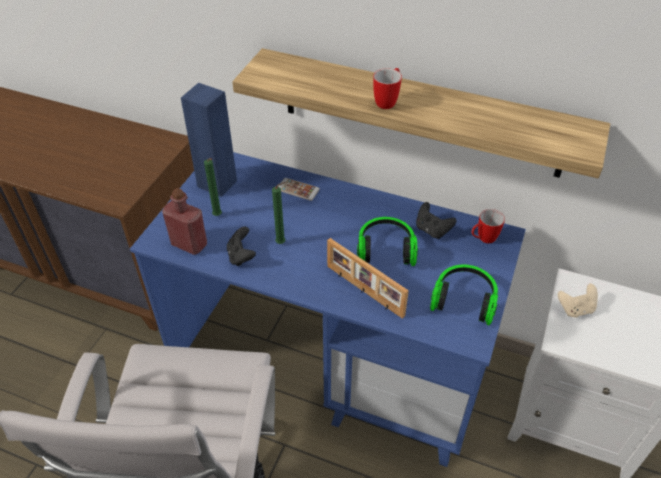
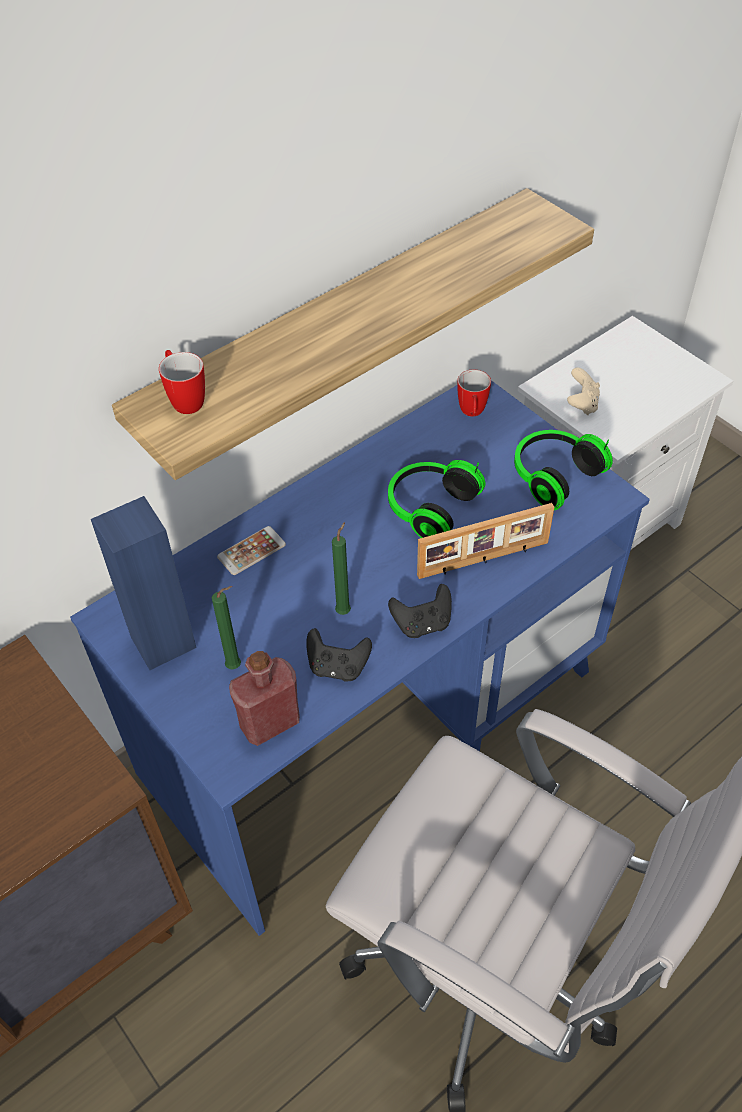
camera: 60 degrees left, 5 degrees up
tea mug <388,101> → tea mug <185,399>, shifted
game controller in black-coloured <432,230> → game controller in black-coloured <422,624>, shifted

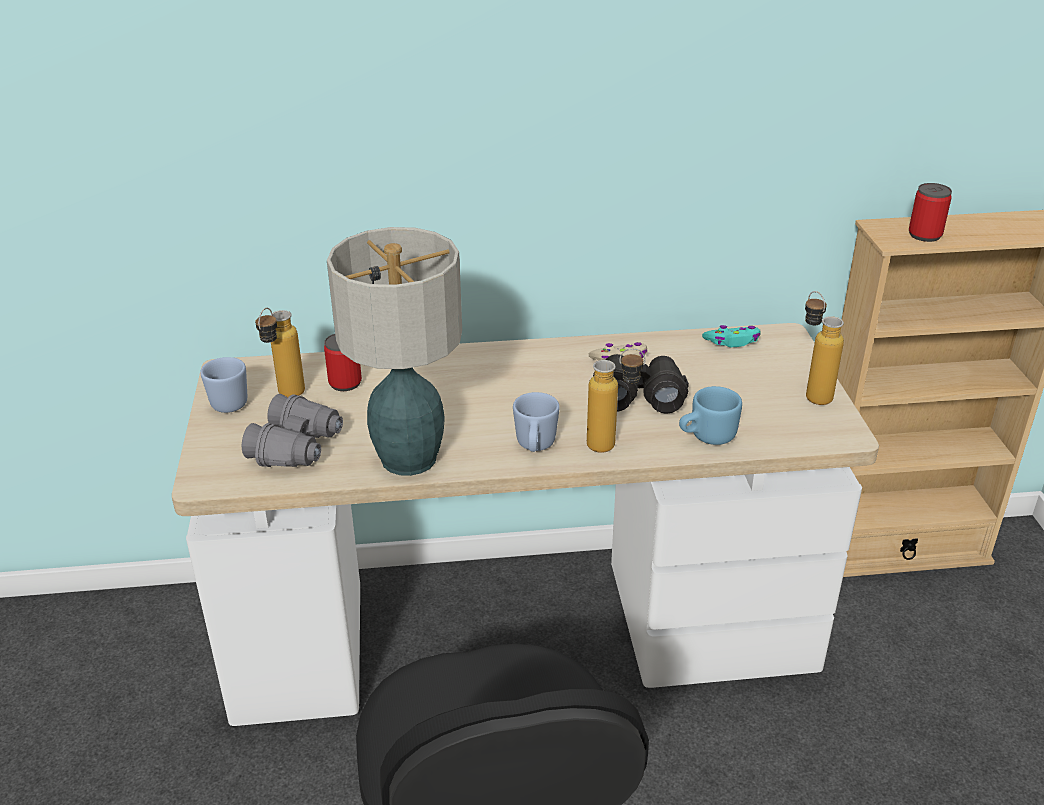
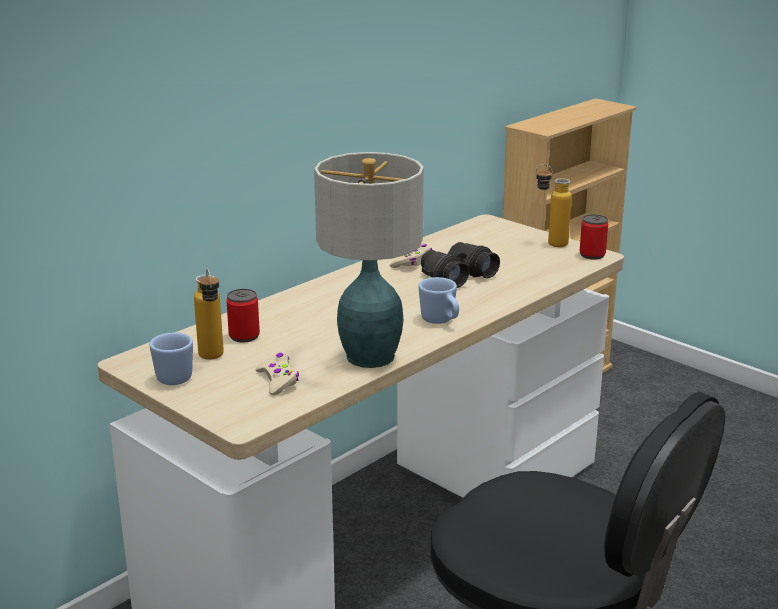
camera: 40 degrees left, 10 degrees down
bottle <612,446> → -
tea mug in bluish <706,437> → -
game controller in turquoise-coloured <732,341> → -
sealed can <925,235> → sealed can <592,255>, shifted
binoculars in greyish <298,447> → game controller in beige <278,380>

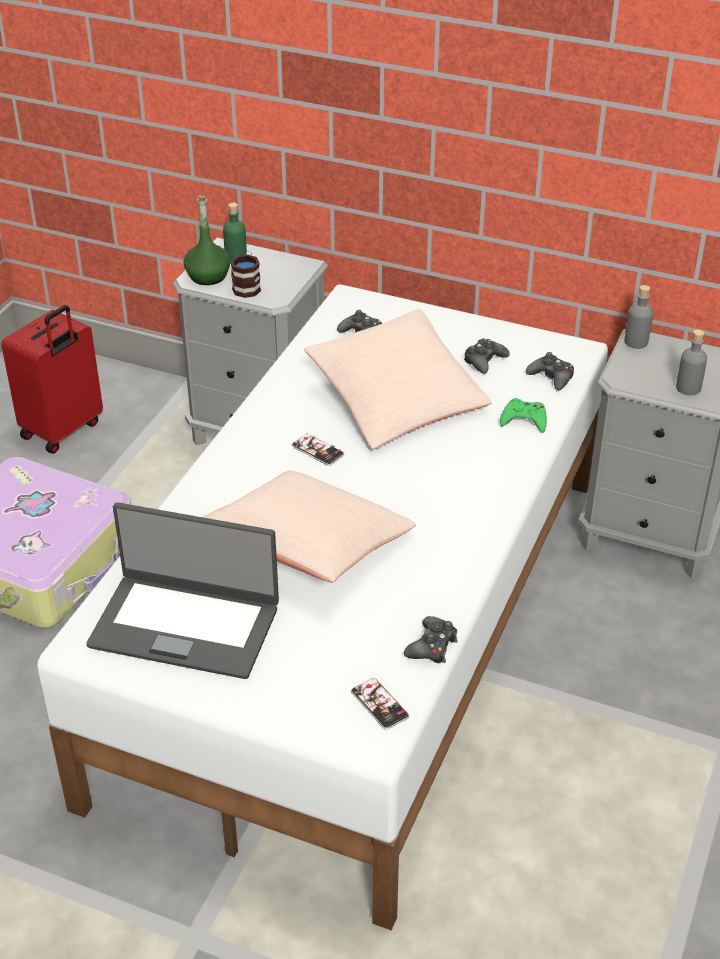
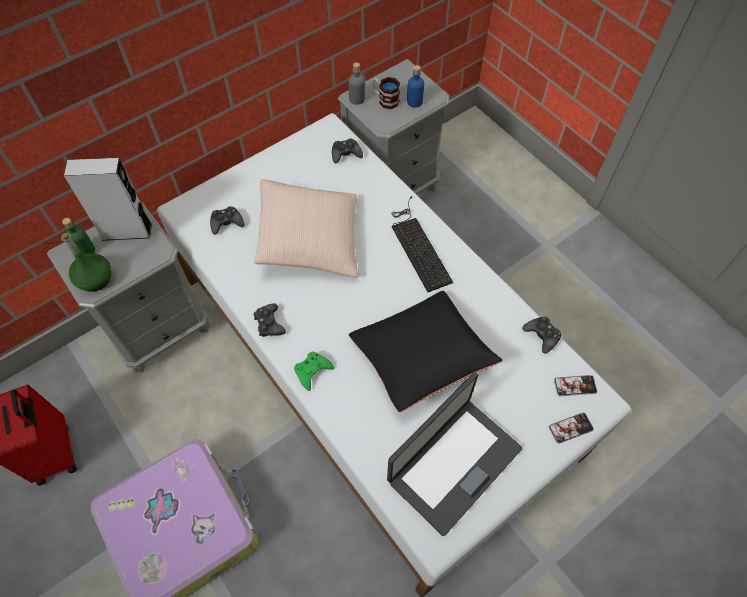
camera: 60 degrees left, 20 degrees up
- → speaker in greyish <127,231>
- → PC keyboard <418,245>
tea mug <247,286> → tea mug <385,100>, shifted
handset <317,450> → handset <570,428>, shifted
game controller in black-coloured <484,361> → game controller in black-coloured <269,323>, shifted
game controller in green-coloured <524,420> → game controller in green-coloured <312,371>, shifted
throw pillow in beige <310,547> → throw pillow in black-coloured <421,357>
bottle in greyish <688,388> → bottle in bluish <414,101>

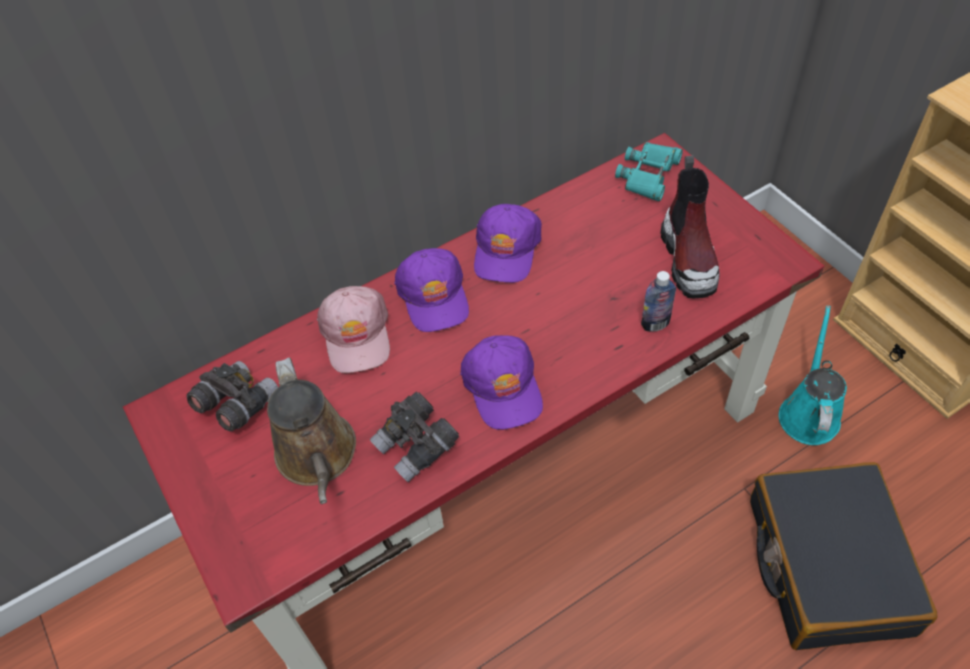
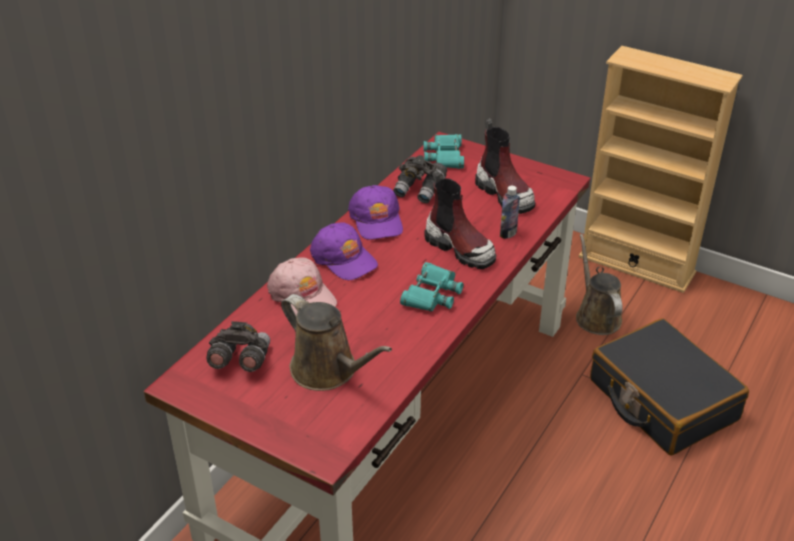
camera: 30 degrees left, 15 degrees down
- → boot <460,248>
binoculars in greyish <417,446> → binoculars in greyish <420,190>, shifted
peaked cap in purplish <503,386> → binoculars in turquoise-coloured <432,294>
sprinkling can in turquoise-coloured <809,412> → sprinkling can in brown <596,316>

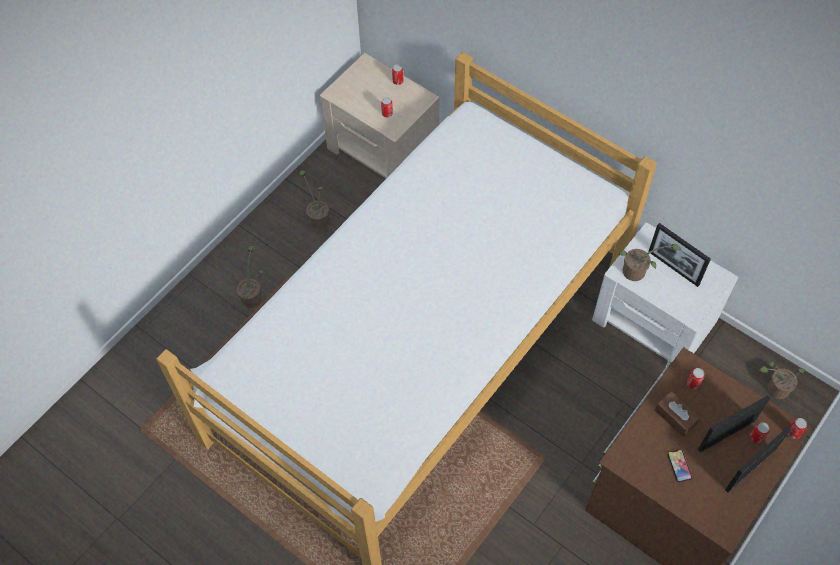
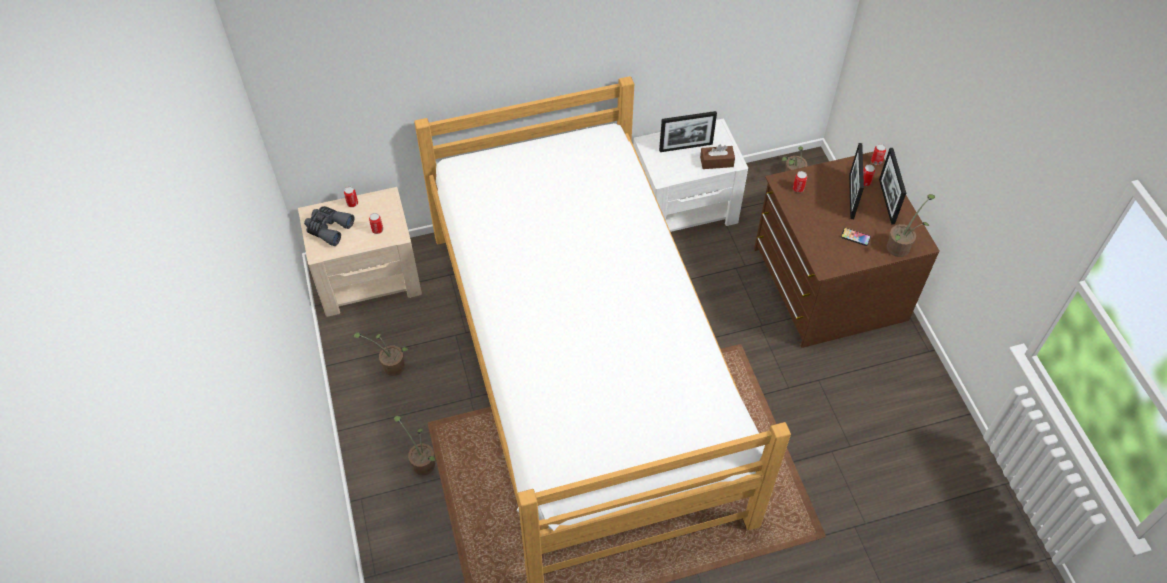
camera: 55 degrees left, 5 degrees down
- → binoculars in greyish <328,228>
houseplant <637,272> → houseplant <901,246>, shifted
tissue box in brown <675,417> → tissue box in brown <716,162>, shifted

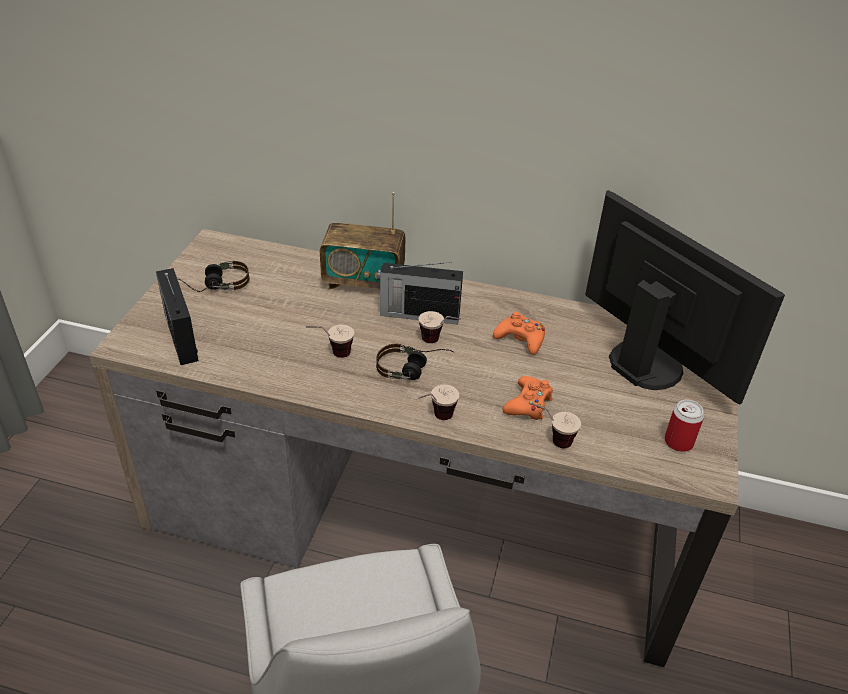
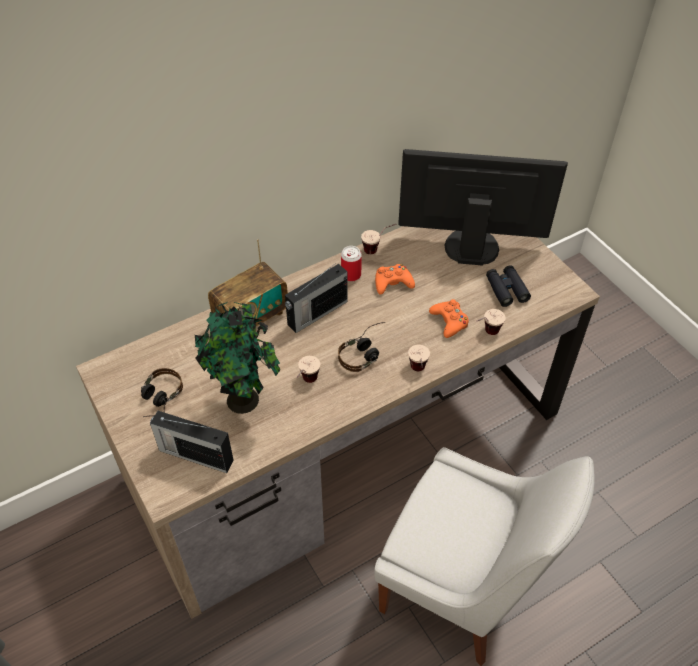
camera: 45 degrees left, 10 degrees up
- → houseplant <245,402>
- → binoculars in black-coloured <506,289>
small cup <438,342> → small cup <378,249>, shifted
sealed can <678,442> → sealed can <351,275>, shifted

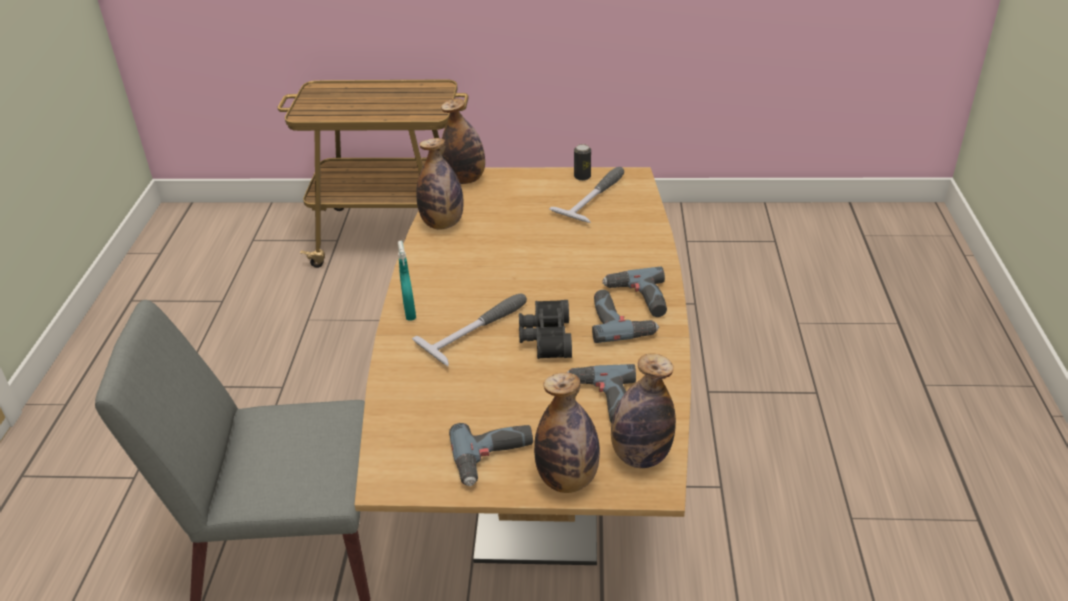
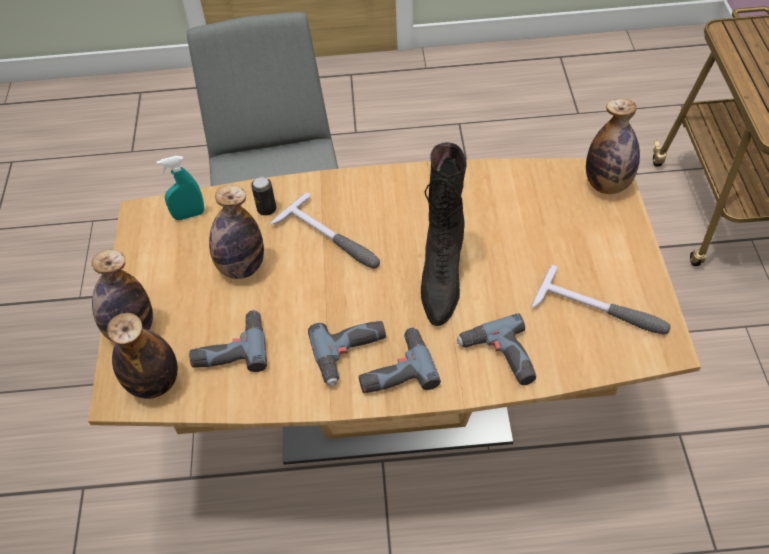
camera: 85 degrees right, 15 degrees up
binoculars in black-coloured <544,338> → -
- → boot in black-coloured <441,277>
hand sprayer in turquoise-coloured <410,312> → hand sprayer in turquoise-coloured <189,215>, shifted
bottle <442,224> → bottle <241,267>, shifted
drill <494,459> → drill <499,358>, shifted
sealed can <582,177> → sealed can <266,209>, shifted

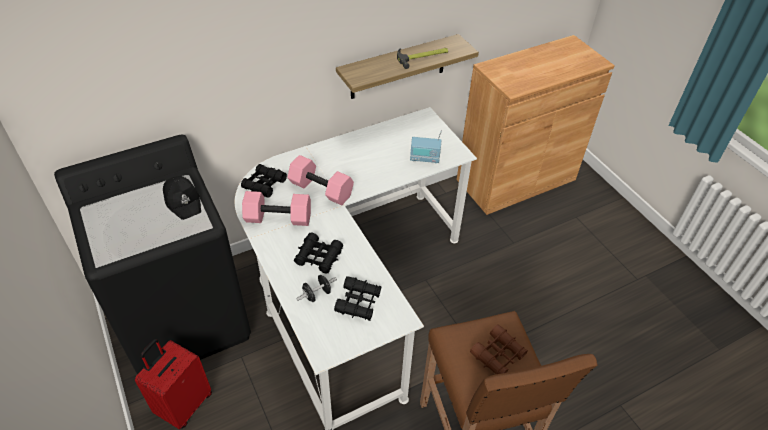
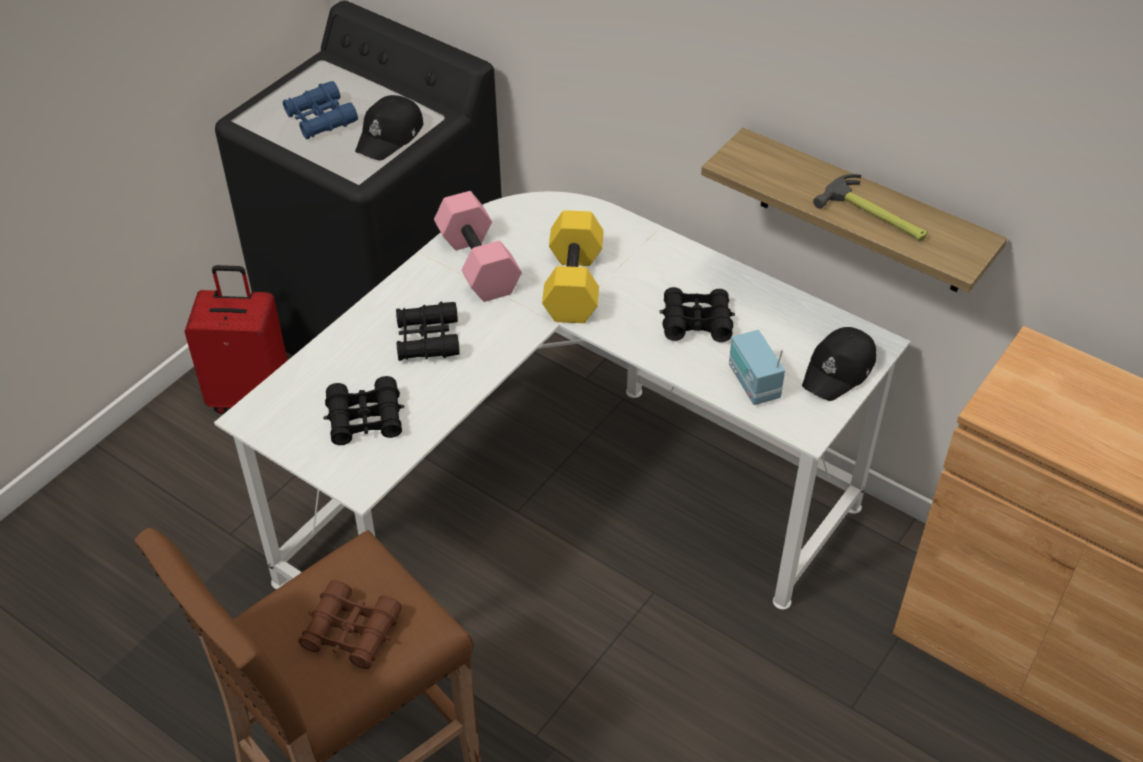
camera: 65 degrees right, 0 degrees up
free weight in black-coloured <317,294> → -
- → binoculars in bluish <320,119>
- → peaked cap in black-coloured <839,371>
binoculars in black-coloured <264,184> → binoculars in black-coloured <696,322>, shifted
free weight in pink-coloured <322,189> → free weight in yellow <575,285>

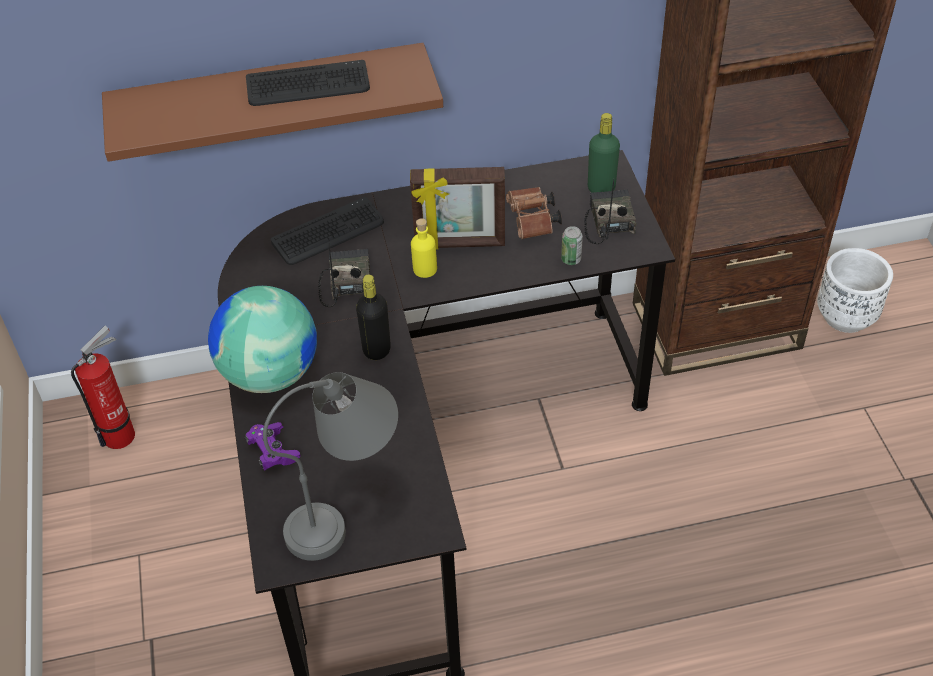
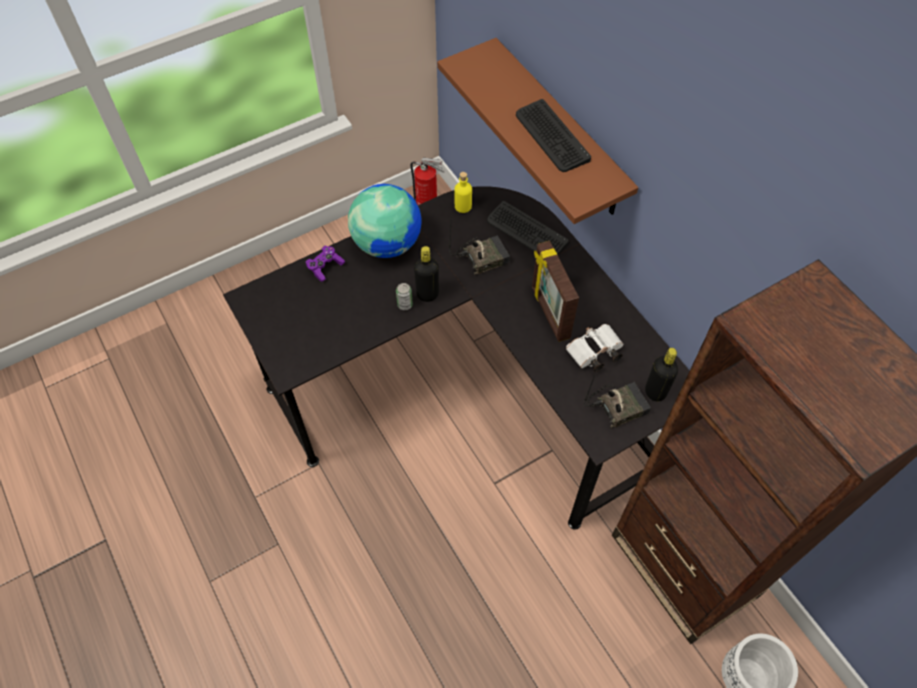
camera: 70 degrees right, 10 degrees up
table lamp in greyish <347,508> → -
bottle in yellow <425,269> → bottle in yellow <463,206>, shifted
sealed can <571,259> → sealed can <405,305>, shifted
binoculars in brown <533,222> → binoculars in whitish <593,354>
bottle in green-coloured <601,188> → bottle in black-coloured <655,392>

